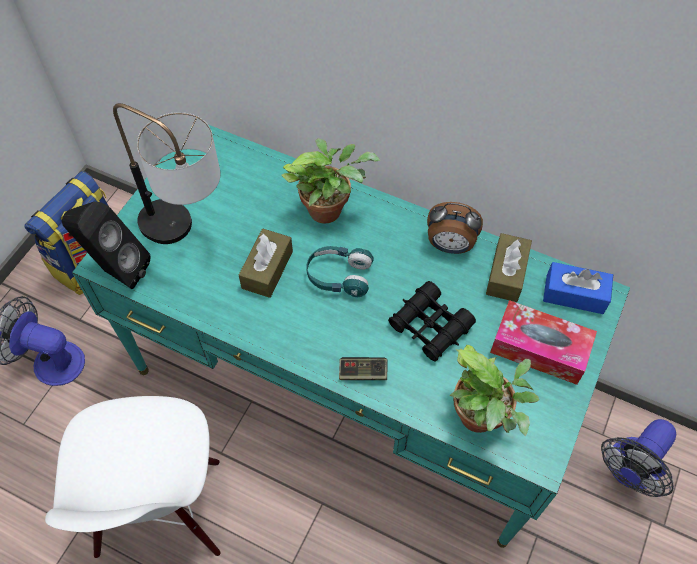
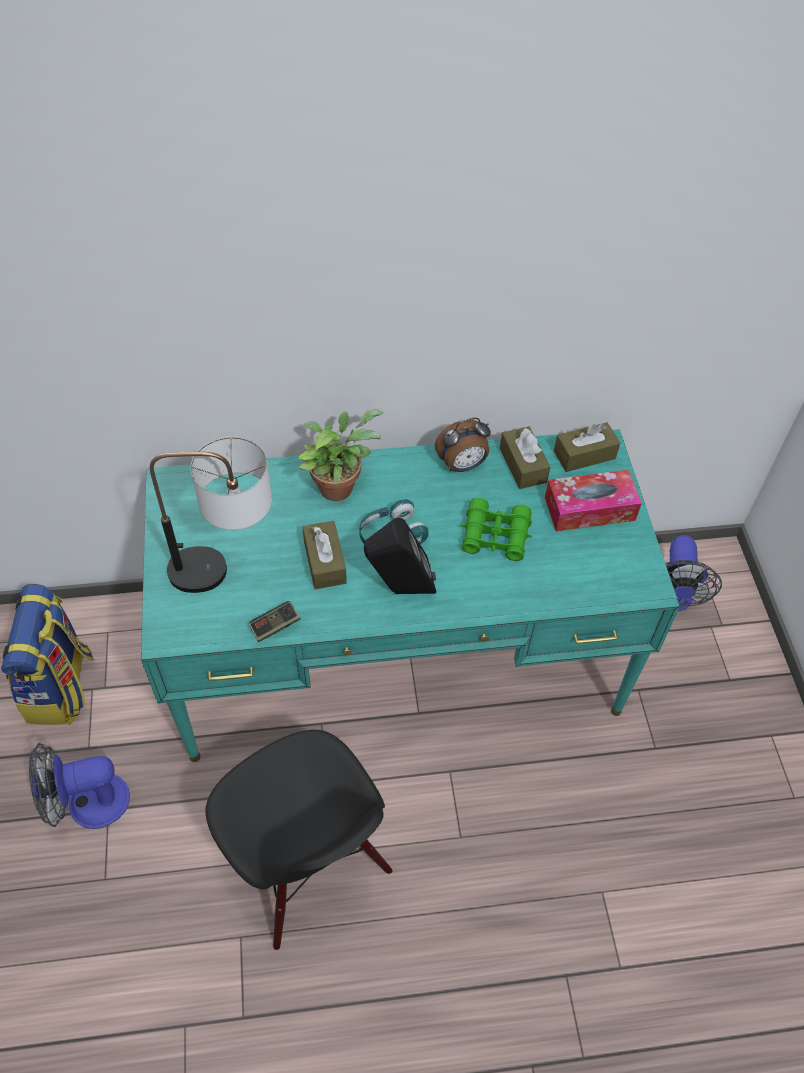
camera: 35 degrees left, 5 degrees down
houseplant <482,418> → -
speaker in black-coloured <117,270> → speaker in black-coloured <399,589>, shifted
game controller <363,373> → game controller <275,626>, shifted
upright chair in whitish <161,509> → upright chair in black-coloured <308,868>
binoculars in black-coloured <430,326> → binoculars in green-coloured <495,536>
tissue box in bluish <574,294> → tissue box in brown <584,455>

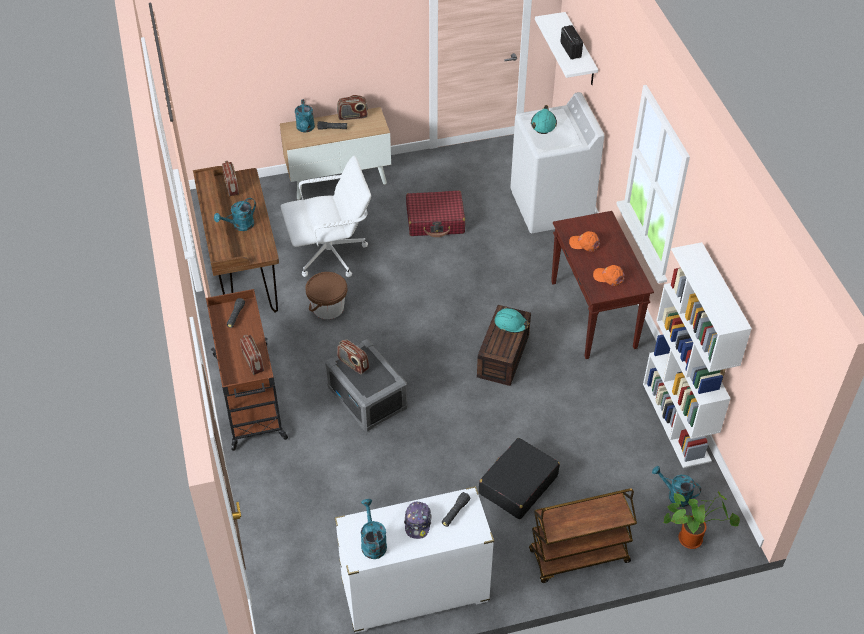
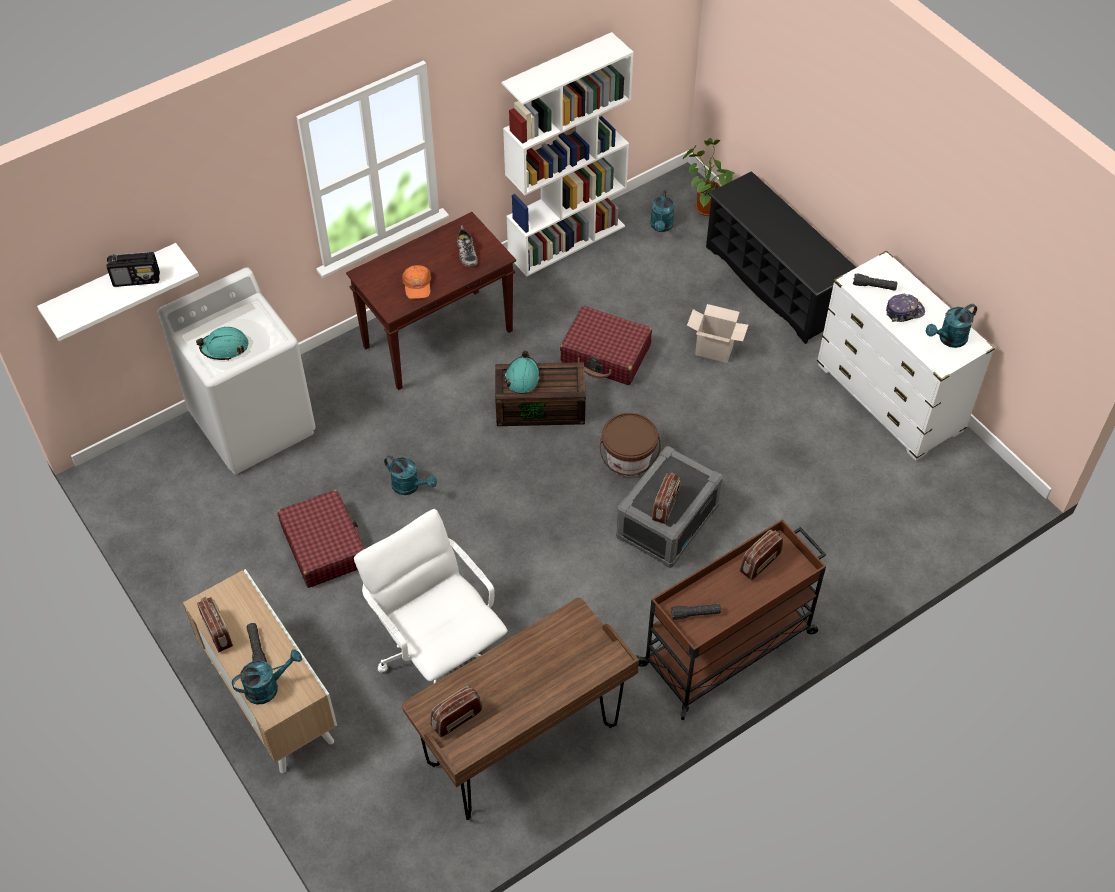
camera: 110 degrees left, 5 degrees up
- → travel case in red <605,354>
sprinkling can in turquoise-coloured <240,226> → sprinkling can in turquoise-coloured <410,486>, shifted
bucket in brown <328,307> → bucket in brown <628,459>, shifted
travel case in black-coloured <518,485> → cardboard box <715,349>
trolley in brown <578,557> → shoe shelf in black-coloured <774,283>
peaked cap in orangey <608,277> → shoe <466,252>
radio set <570,50> → radio set <137,279>, 150 degrees counterclockwise

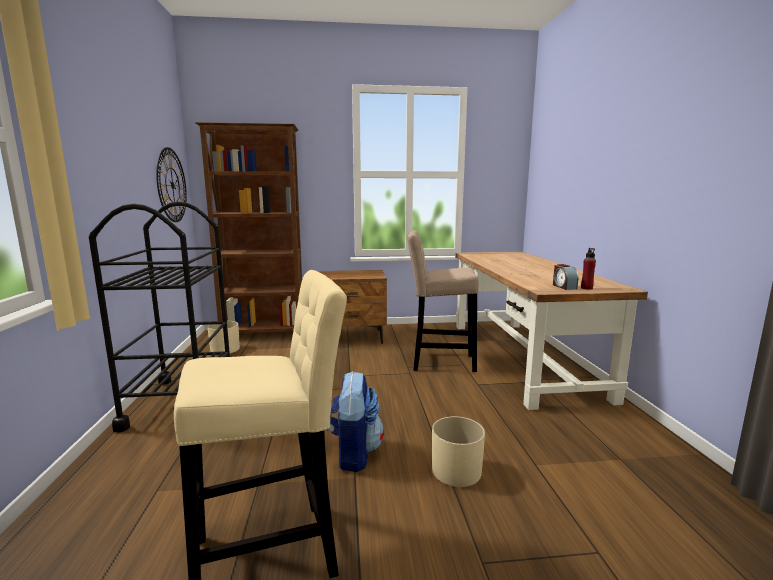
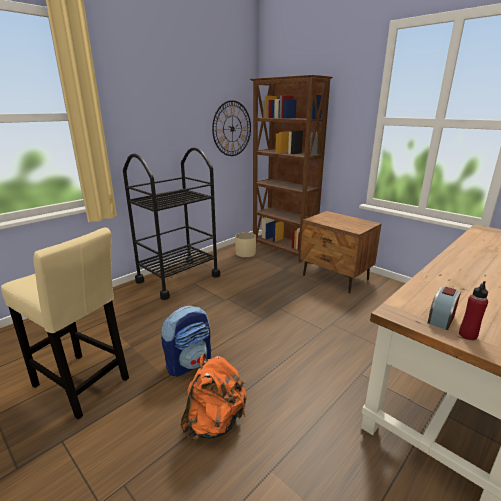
camera: 50 degrees right, 10 degrees up
stool seat in beige <439,362> → -
planter in beige <456,471> → knapsack in orangey <215,422>

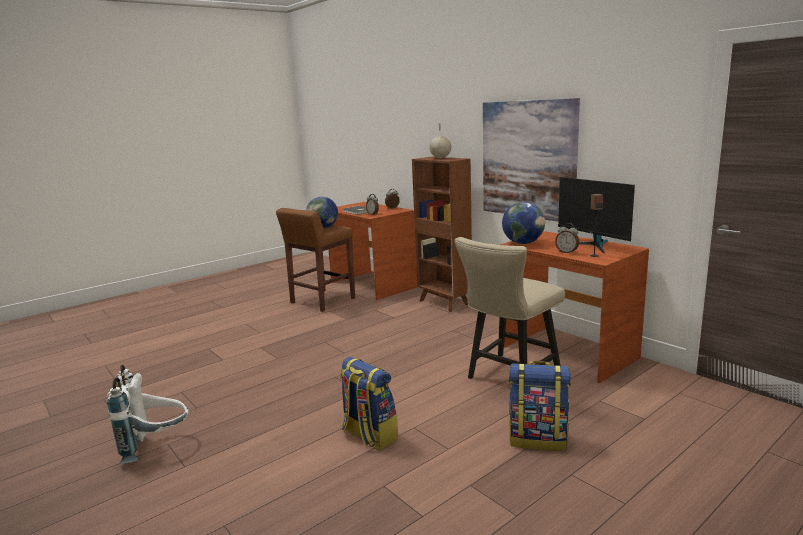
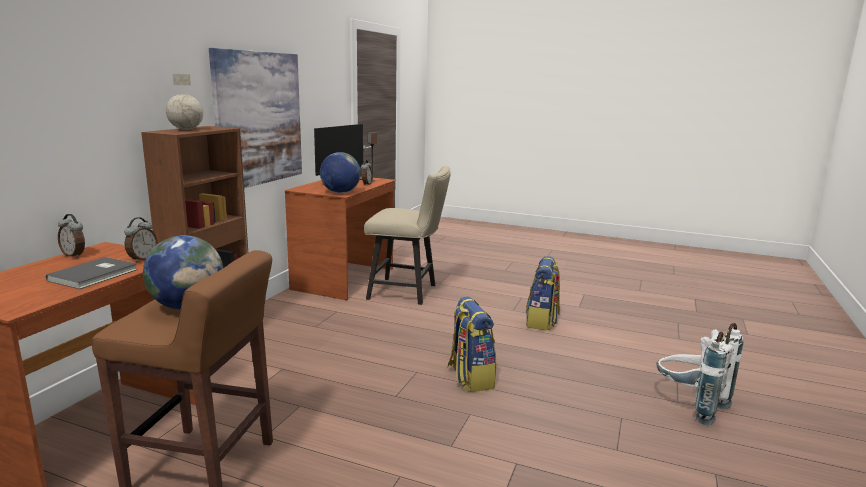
camera: 120 degrees left, 0 degrees up
knapsack <538,439> → knapsack <470,377>, shifted

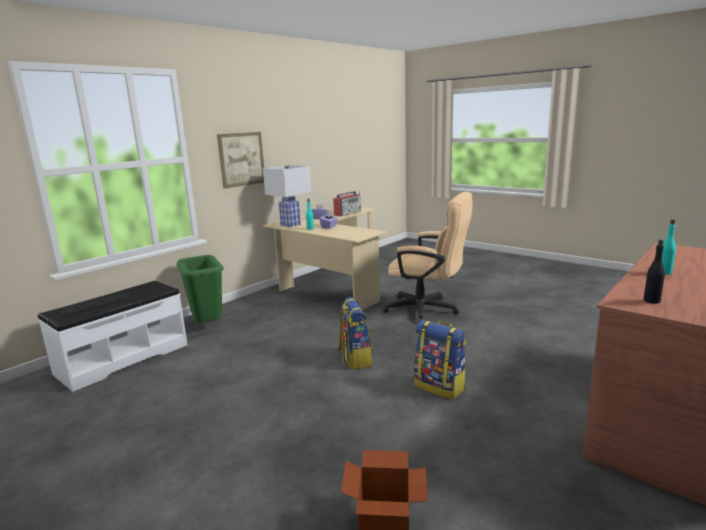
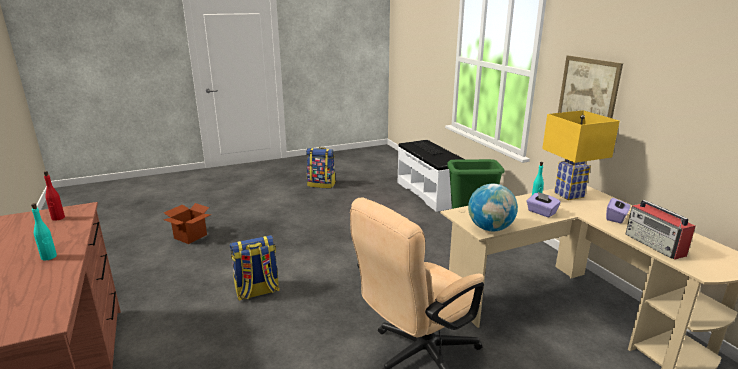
camera: 115 degrees right, 5 degrees up
- → desk globe <490,228>
knapsack <355,359> → knapsack <321,184>, shifted
table lamp in whitish <291,225> → table lamp in yellow <568,195>
bottle in black-coloured <651,301> → bottle in red <58,218>

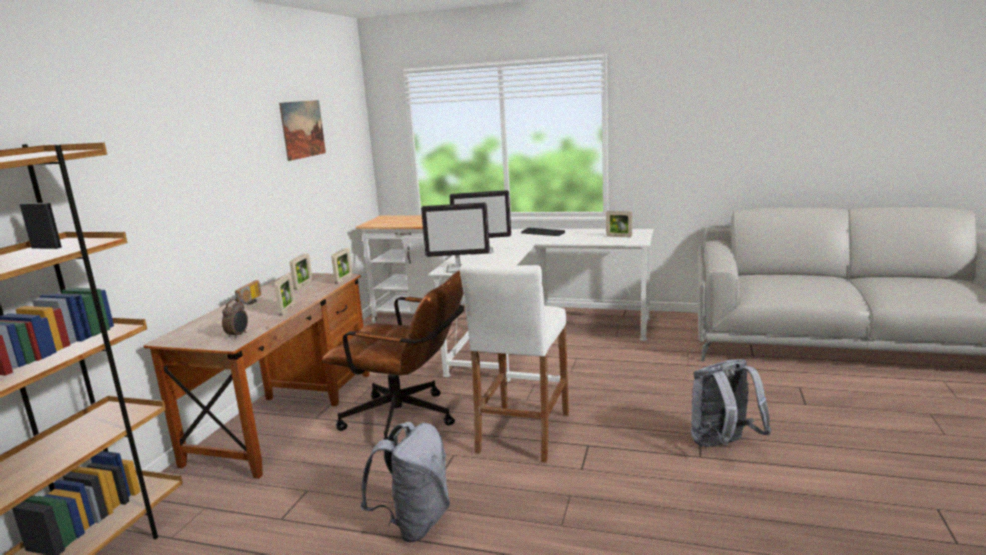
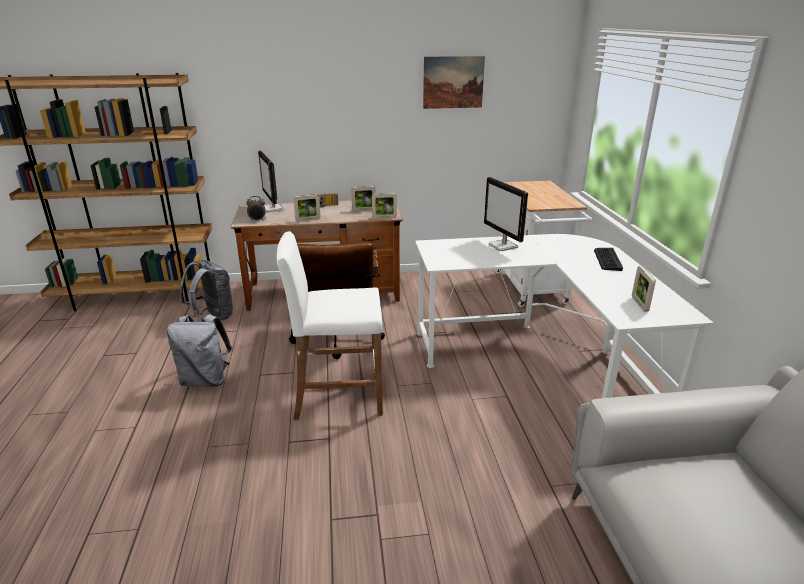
camera: 65 degrees right, 10 degrees up
monitor <458,269> → monitor <273,209>, shifted
knapsack in greyish <723,445> → knapsack in greyish <213,316>, shifted

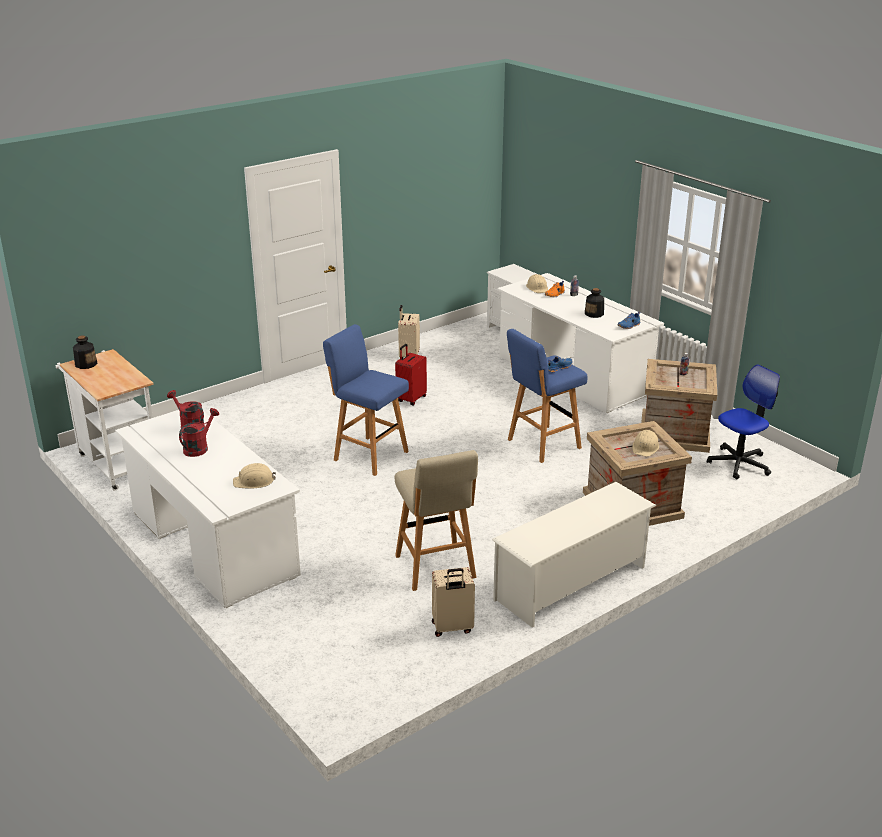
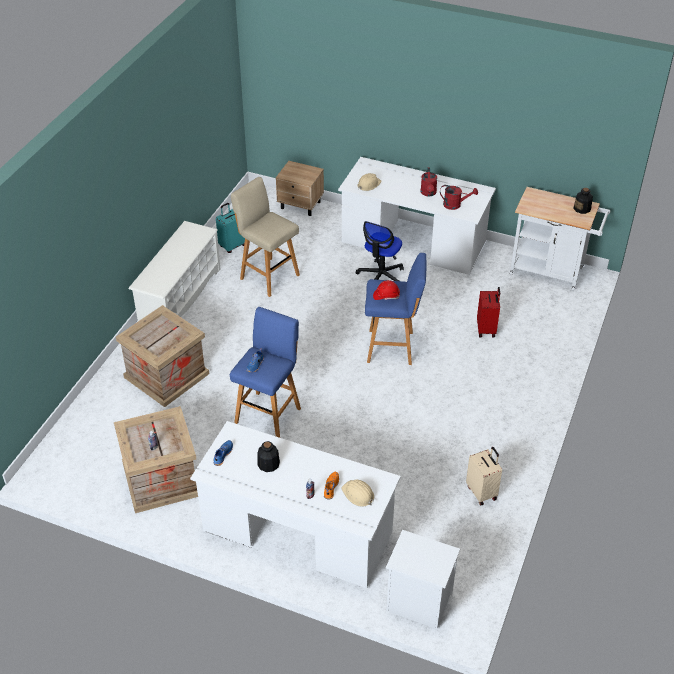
camera: 150 degrees right, 15 degrees up
work helmet in beige <645,447> → -
- → bedside table in beige <301,205>
- → work helmet in red <386,296>
travel case in red <411,399> → travel case in red <486,329>, shifted
computer chair <739,464> → computer chair <381,276>, shifted
travel case in beige <452,628> → travel case in turquoise-coloured <232,246>

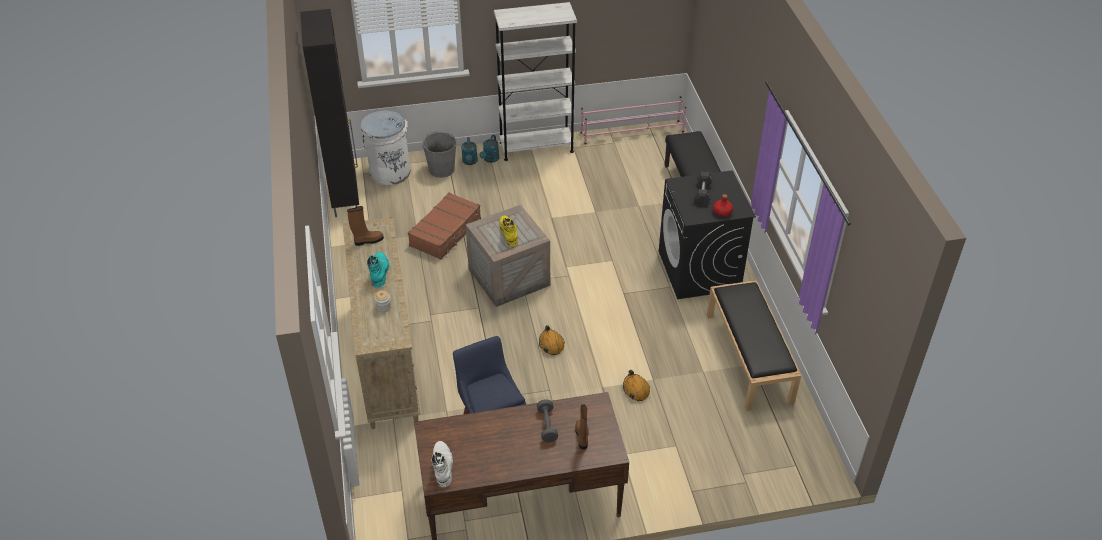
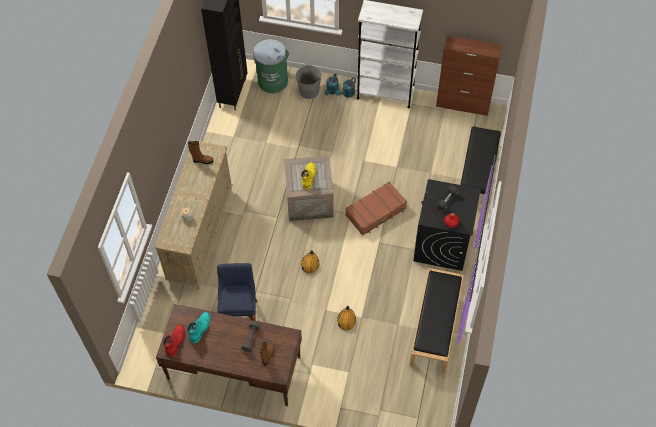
camera: 25 degrees right, 15 degrees up
boot in turquoise-coloured <379,272> → boot in turquoise-coloured <200,328>, shifted
travel case in brown <446,232> → travel case in brown <376,212>, shifted
shoe shelf in pink-coloured <632,132> → cupboard in brown <463,105>
waste bin in whitish <389,172> → waste bin in green-coloured <272,81>
boot in whitish <442,465> → boot in red <175,341>

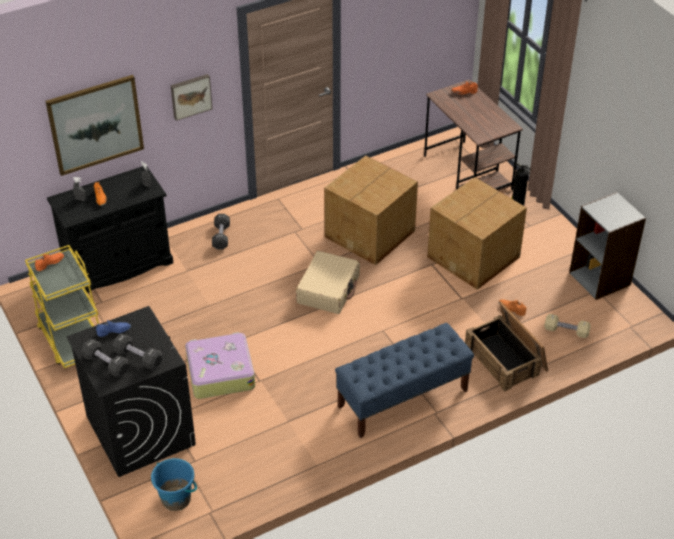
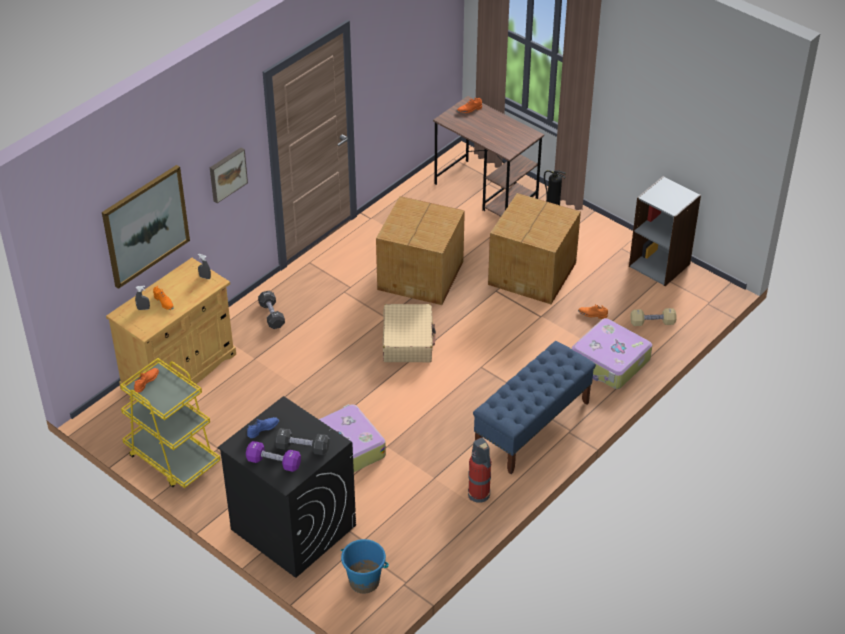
camera: 20 degrees left, 0 degrees up
- → extinguisher <479,495>
crate <506,358> → travel case <610,362>
cupboard in black-coloured <118,265> → cupboard in beige <179,371>
free weight in black-coloured <106,364> → free weight in purplish <274,462>

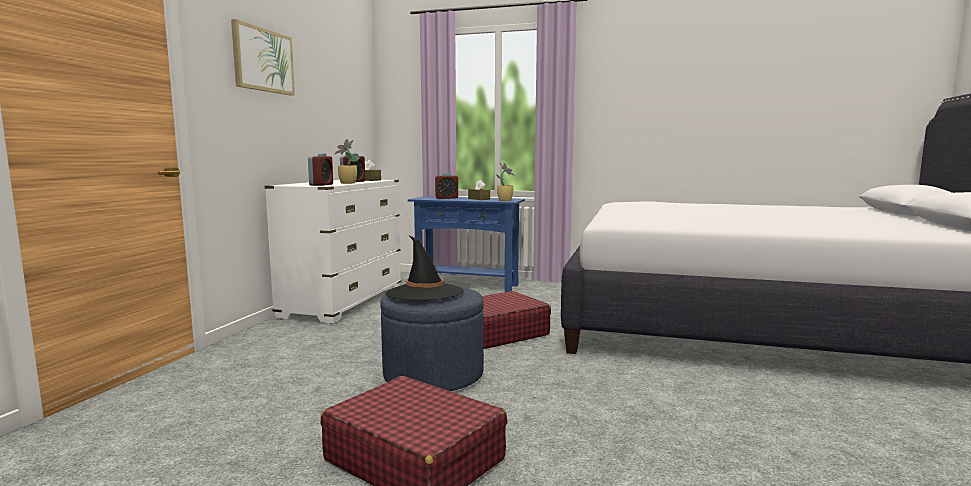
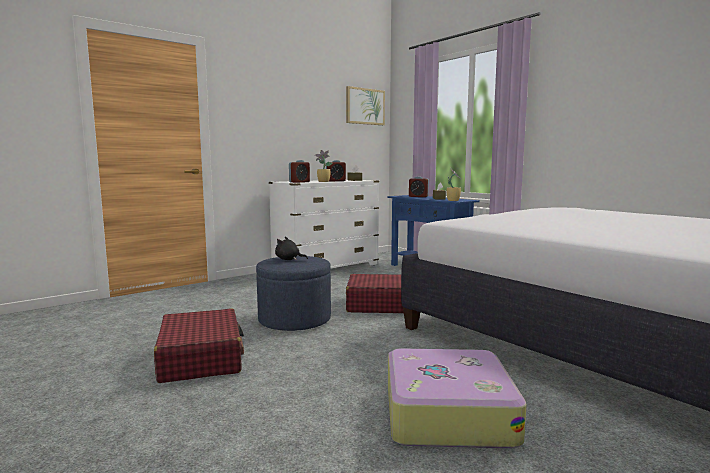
camera: 35 degrees right, 0 degrees up
- → travel case <446,413>
wall picture <263,60> → wall picture <365,106>, shifted
clothing hat in black-coloured <424,293> → soft toy in black-coloured <289,259>

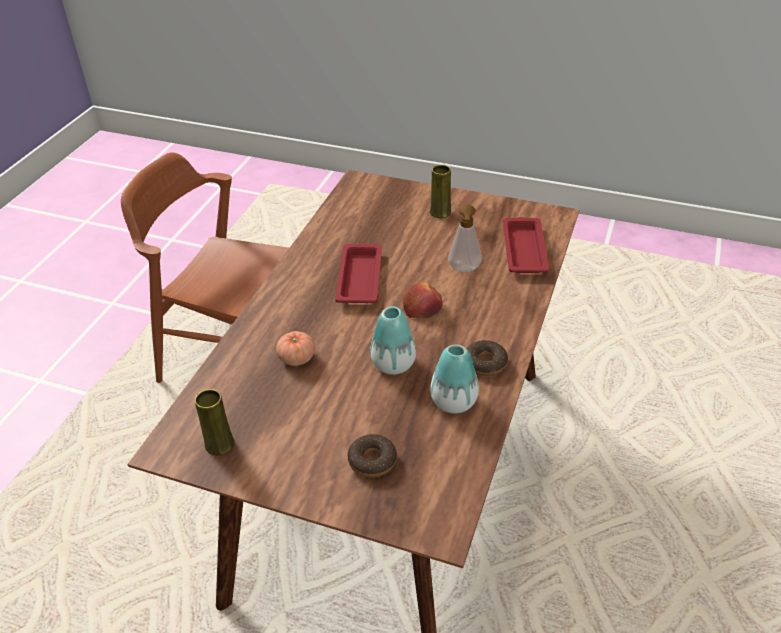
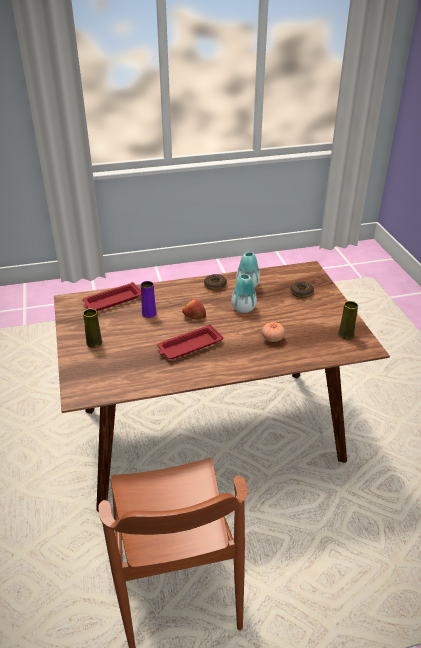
camera: 125 degrees left, 5 degrees down
soap bottle <464,270> → vase in purplish <149,313>

